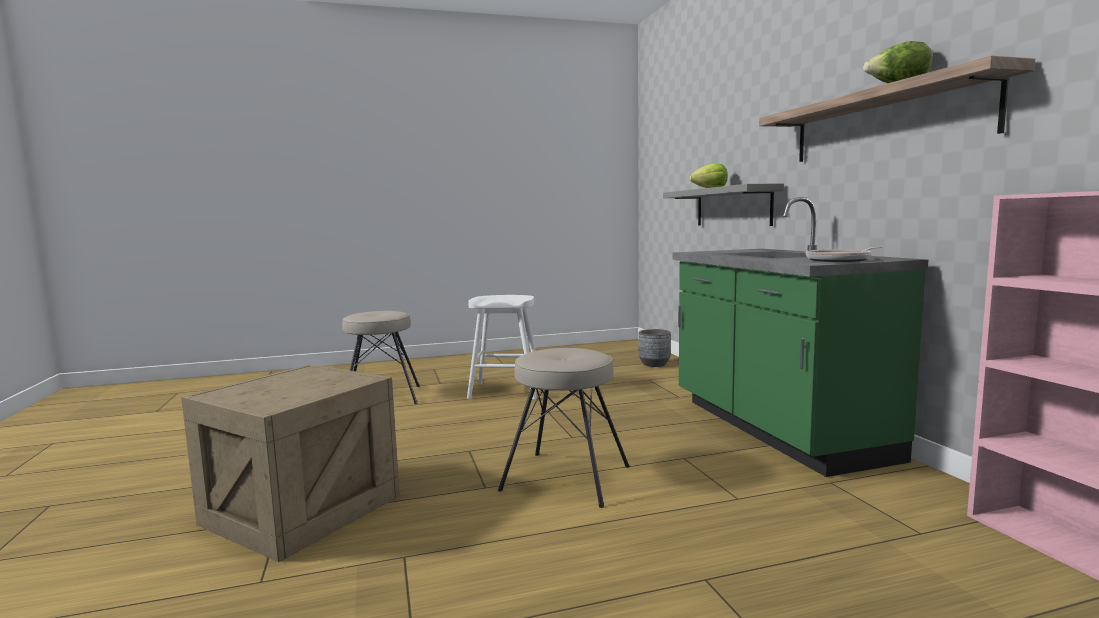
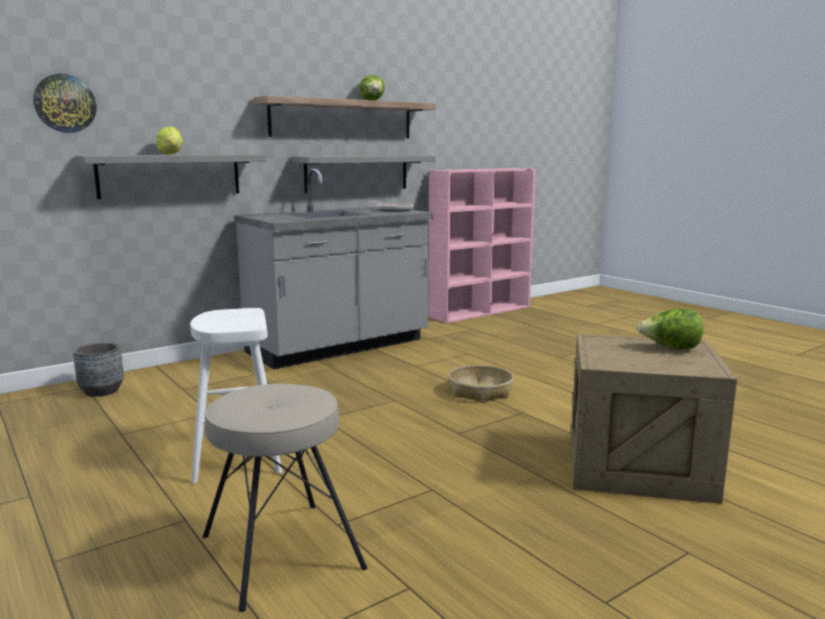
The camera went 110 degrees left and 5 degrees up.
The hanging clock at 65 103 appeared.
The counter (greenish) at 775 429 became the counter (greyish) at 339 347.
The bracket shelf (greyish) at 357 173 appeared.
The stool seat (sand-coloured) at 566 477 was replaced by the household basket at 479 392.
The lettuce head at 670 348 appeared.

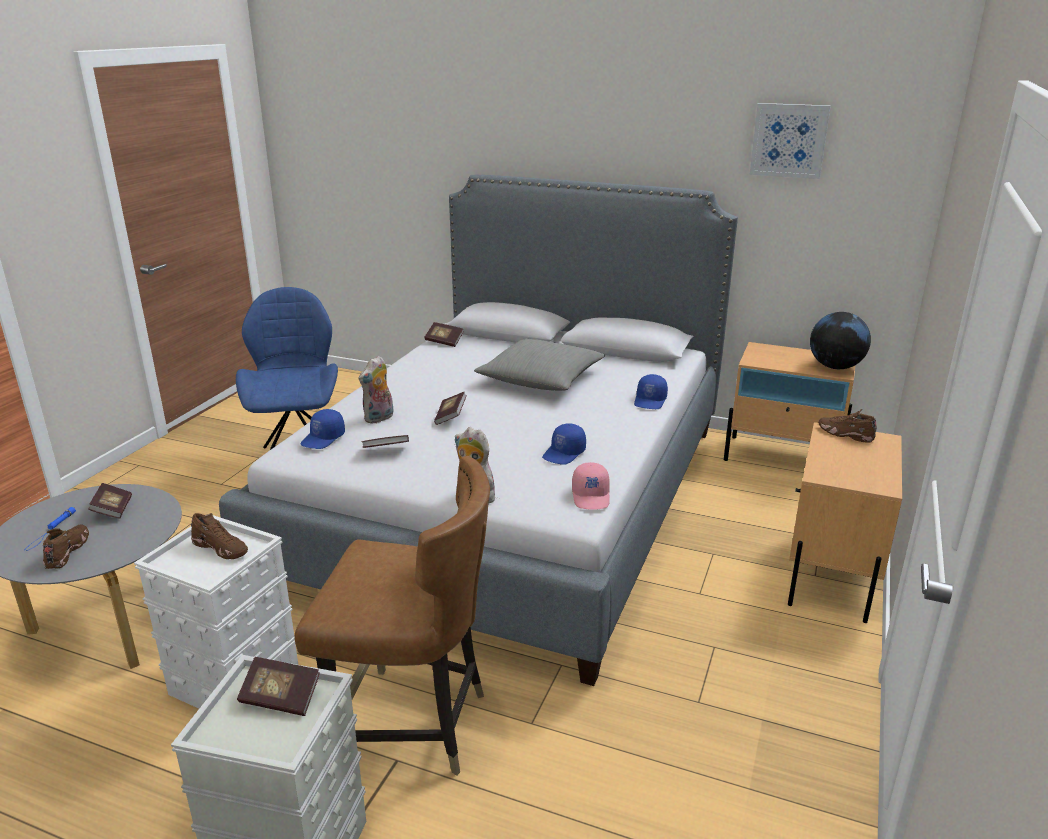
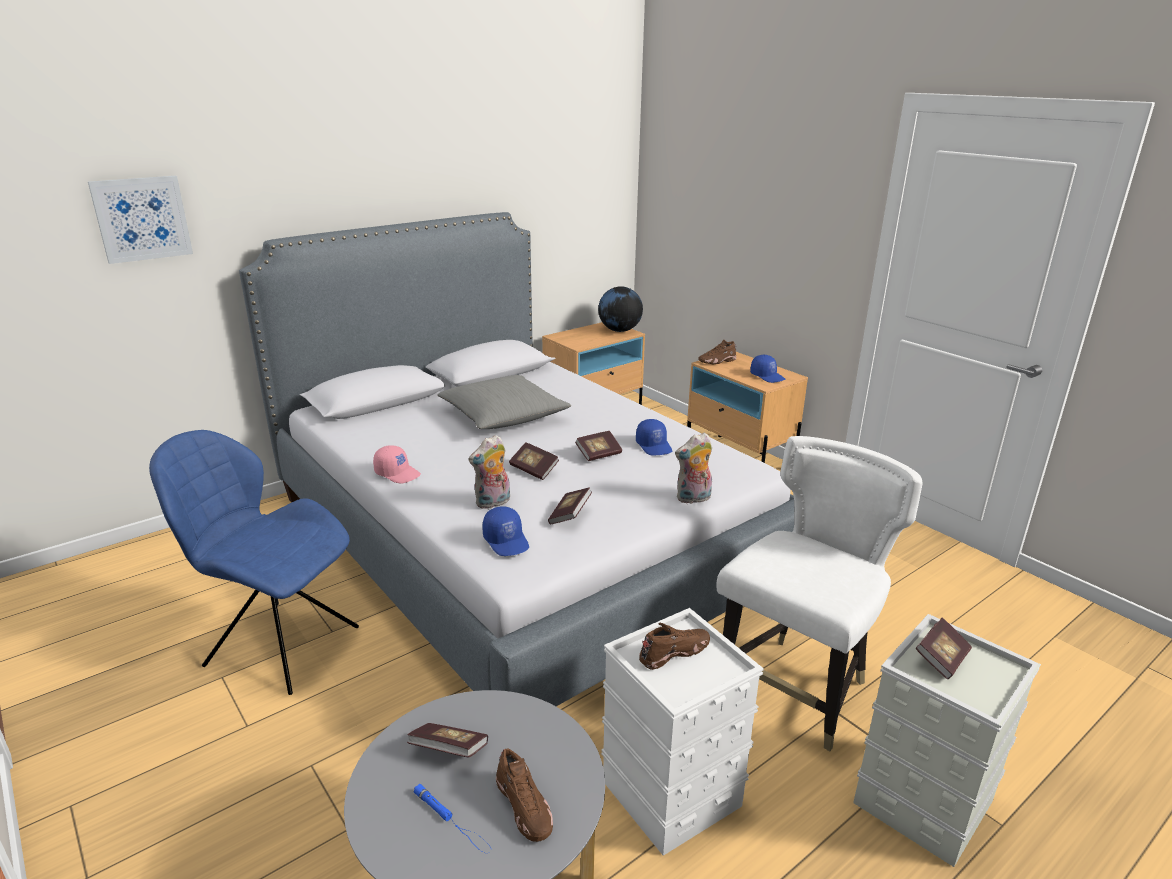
The camera went 60 degrees left and 0 degrees up.
The picture moved from 789 140 to 142 218.
The cap (pink-coloured) moved from 591 496 to 398 473.
The plush toy at 379 418 turned 75 degrees clockwise.
The low shoe (brown-coloured) at 67 551 turned 150 degrees counterclockwise.
The book moved from 444 342 to 598 454.
The upright chair (brown-coloured) at 411 724 became the upright chair (white-coloured) at 796 690.
The cap (blue-coloured) moved from 650 401 to 767 376.

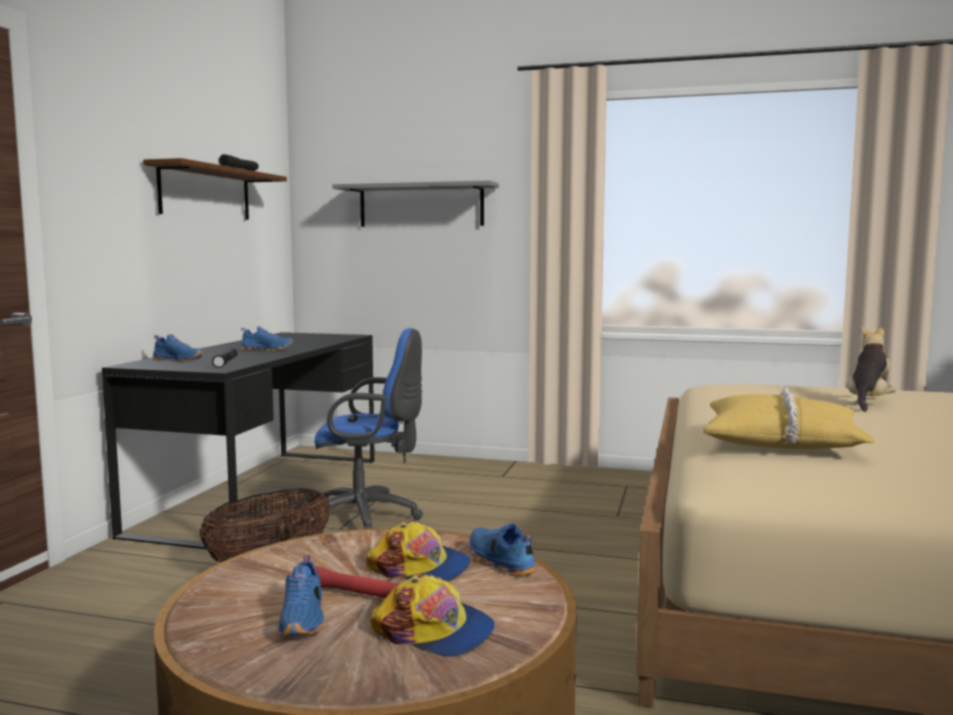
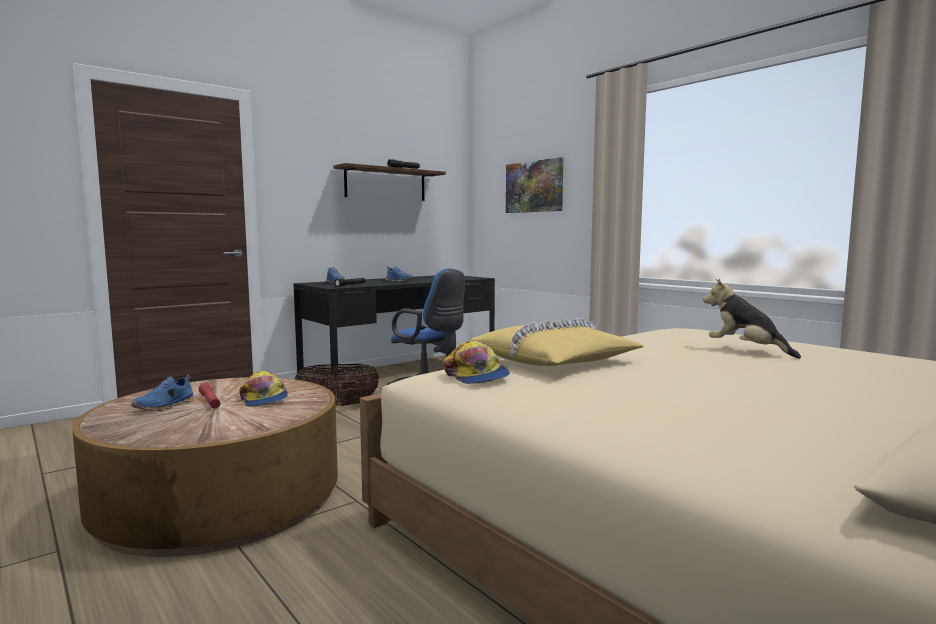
The camera went 35 degrees right and 0 degrees up.
The cap moved from 434 631 to 476 376.
The bracket shelf (greyish) at 421 205 was replaced by the picture at 534 186.
The plush toy at 868 402 turned 105 degrees counterclockwise.
The low shoe (blue-coloured) at 499 562 disappeared.

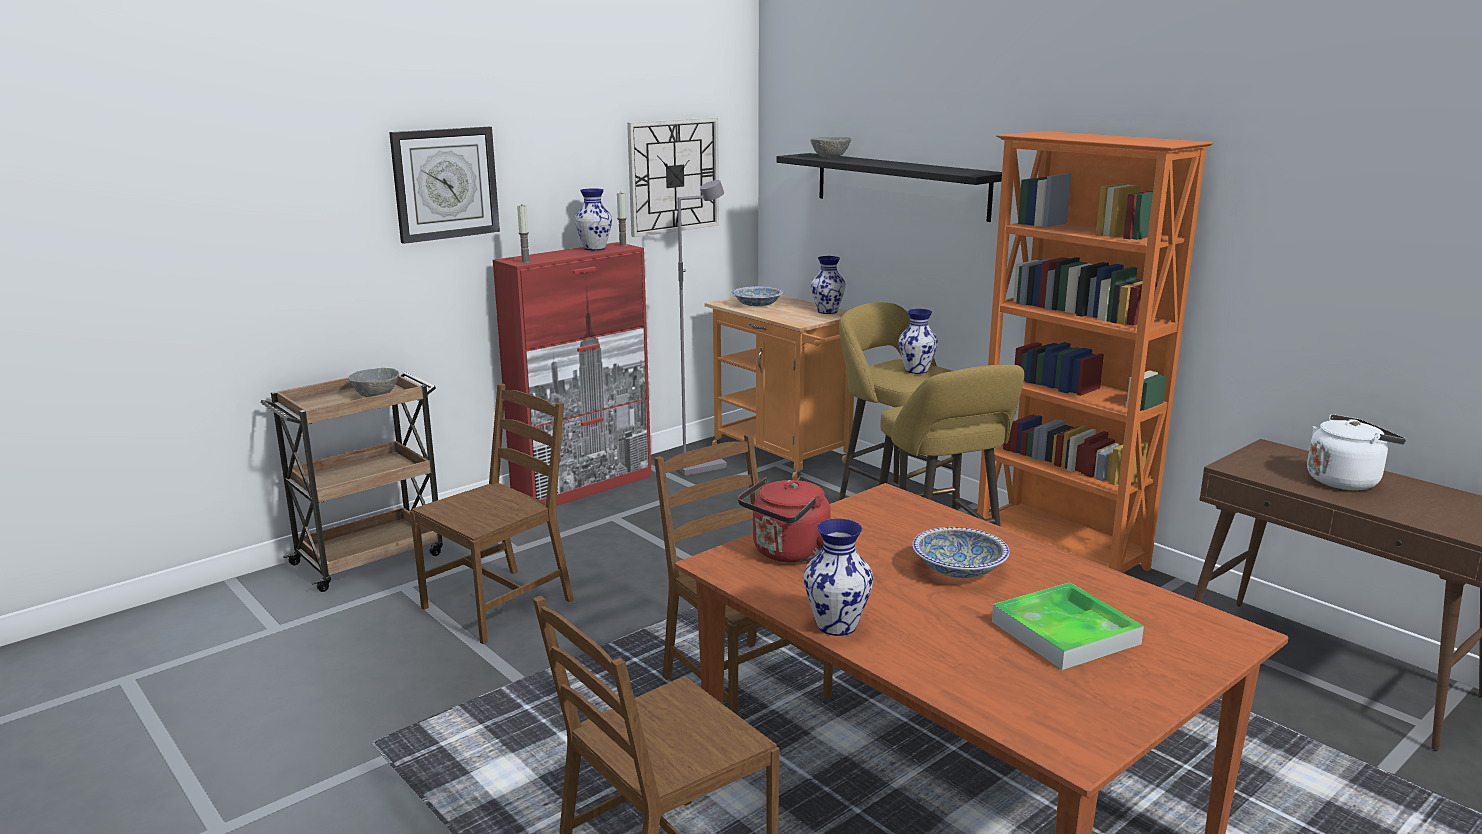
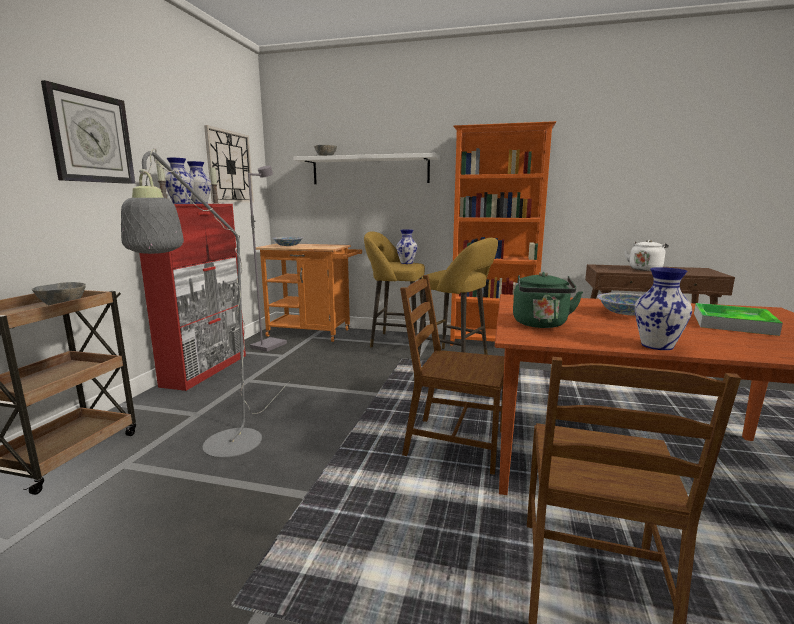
The camera went 35 degrees left and 5 degrees down.
The upright chair (brown-coloured) at 499 604 was replaced by the standing lamp (greyish) at 225 450.
The decorative vase moved from 828 311 to 182 203.
The bracket shelf (blackish) at 900 185 became the bracket shelf (white-coloured) at 370 170.
The tea kettle (red-coloured) at 788 553 became the tea kettle (greenish) at 541 324.

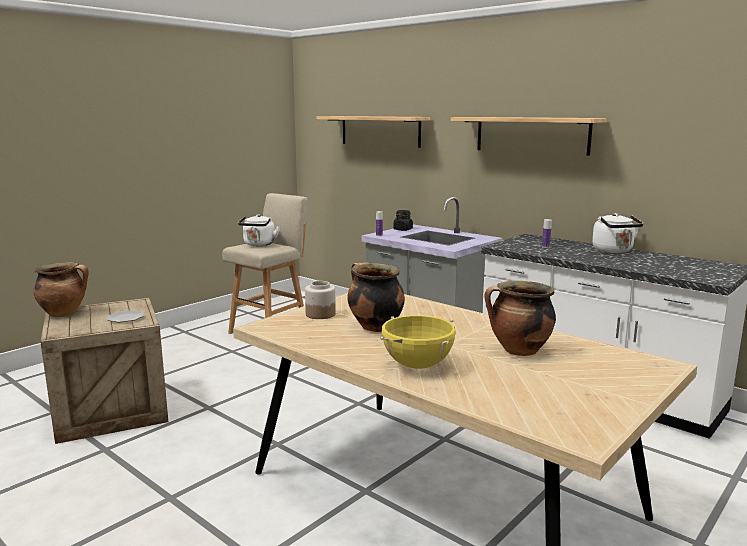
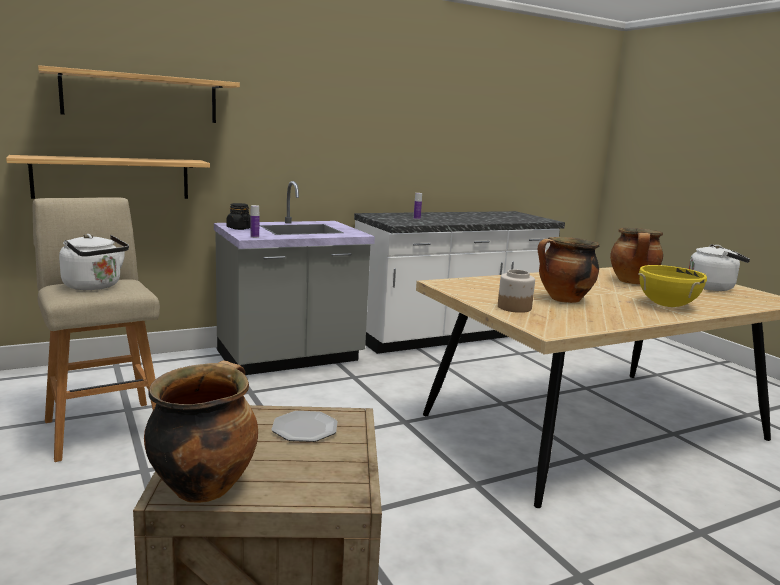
The camera went 70 degrees left and 0 degrees up.
The bracket shelf moved from 531 135 to 112 178.
The tea kettle (white-coloured) moved from 614 251 to 713 287.

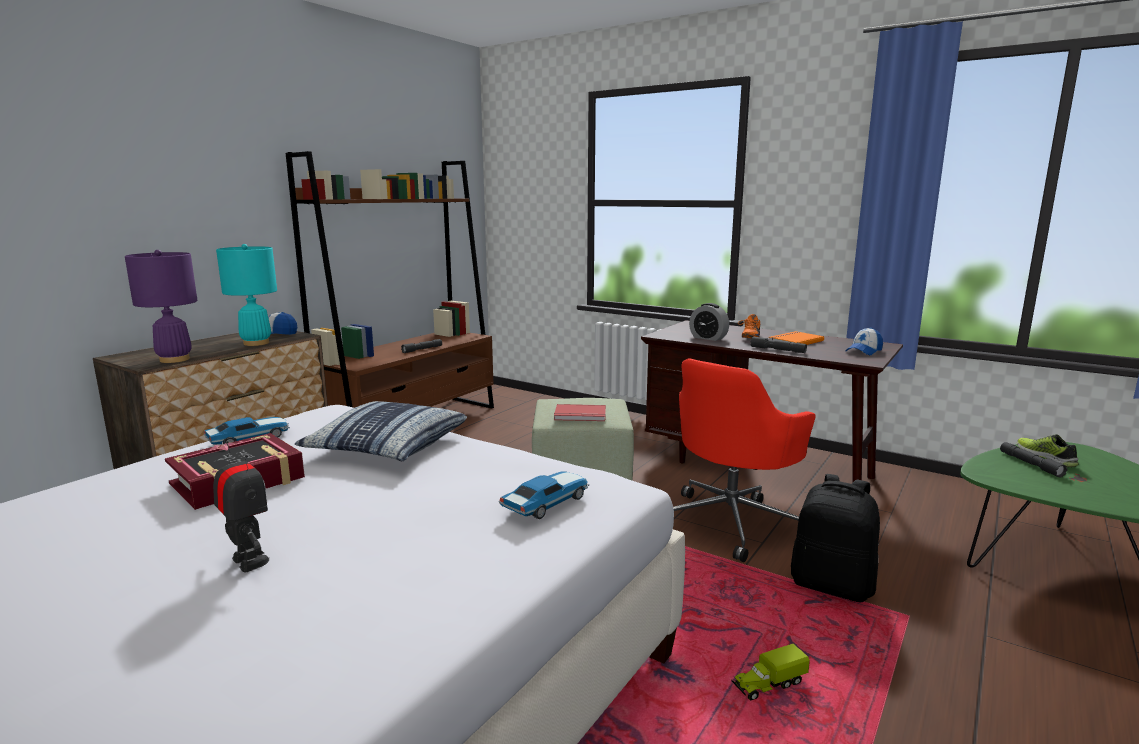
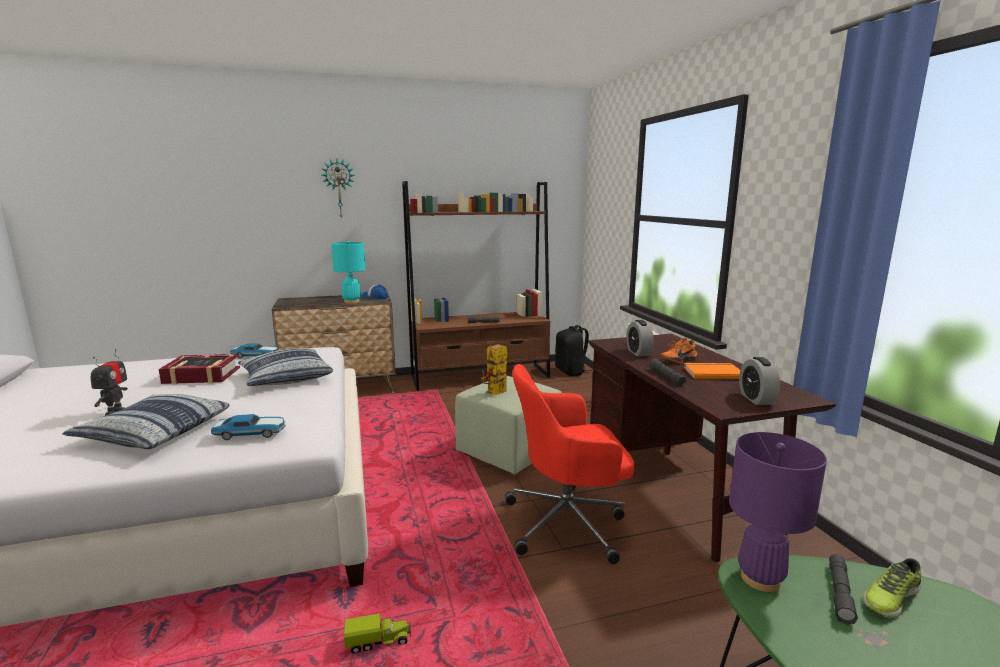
The camera went 40 degrees right and 0 degrees up.
The throw pillow at 154 432 appeared.
The hanging clock at 339 188 appeared.
The toy truck at 768 685 turned 150 degrees clockwise.
The book (red-coloured) at 580 415 was replaced by the model robot at 495 393.
The backpack (blackish) moved from 832 585 to 571 371.
The lamp for a table (purple-coloured) moved from 175 359 to 760 578.
The cap at 864 351 was replaced by the table clock at 756 399.
The low shoe at 1046 457 turned 150 degrees counterclockwise.

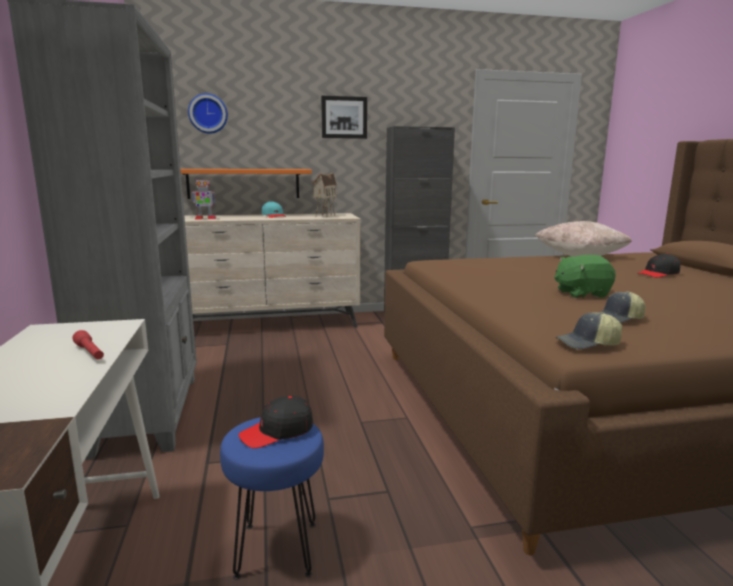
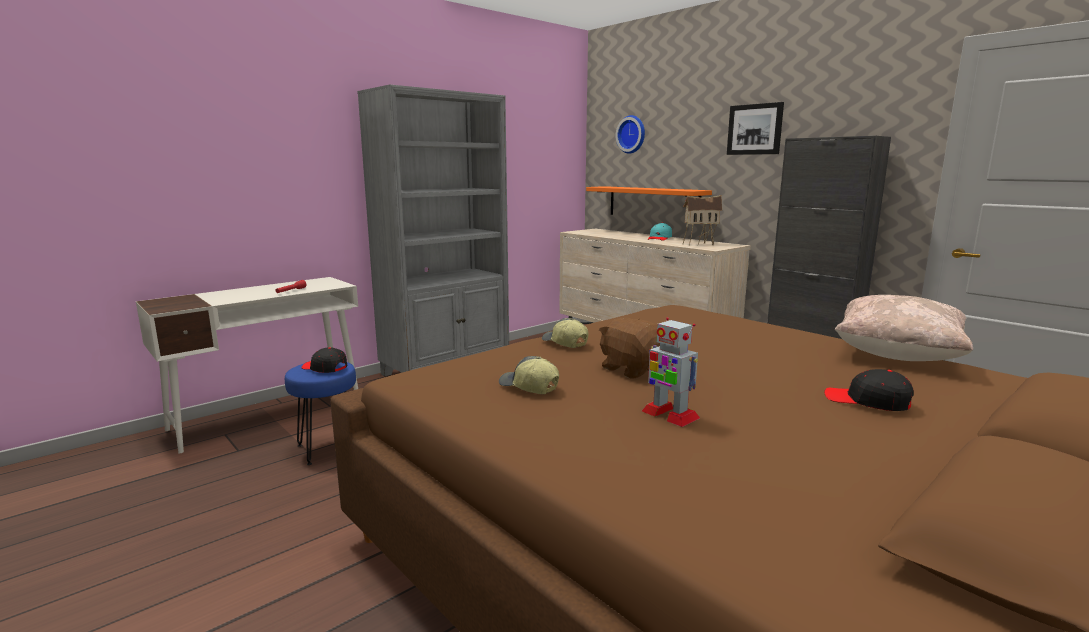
The camera went 60 degrees right and 0 degrees up.
The cap moved from 588 344 to 564 343.
The plush toy (greenish) at 581 294 became the plush toy (brown-coloured) at 633 369.
The model robot moved from 205 218 to 669 414.

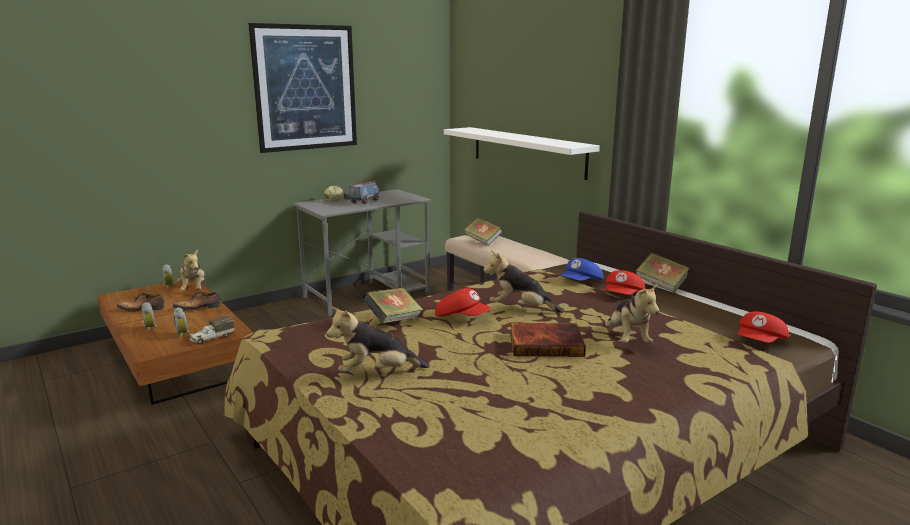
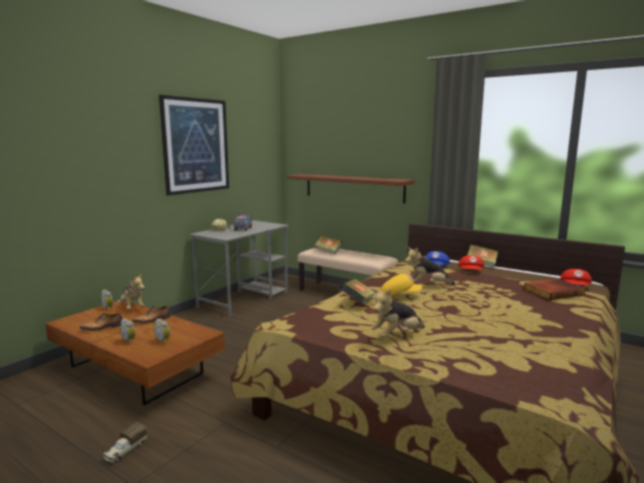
The camera went 20 degrees left and 5 degrees down.
The toy truck moved from 212 338 to 125 451.
The bracket shelf (white-coloured) at 527 151 became the bracket shelf (brown-coloured) at 353 187.
The cap (red-coloured) at 462 318 became the cap (yellow-coloured) at 400 295.
The book moved from 546 343 to 552 291.
The plush toy at 628 339 disappeared.

